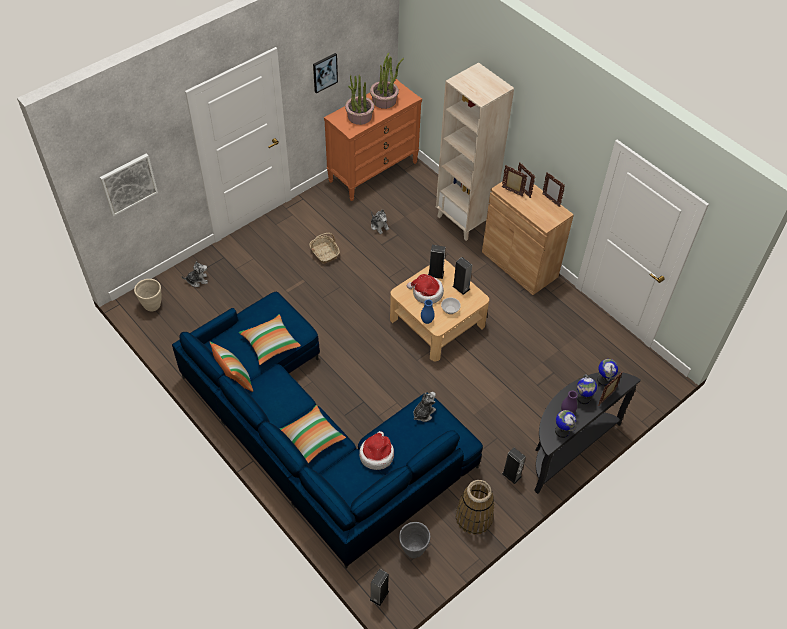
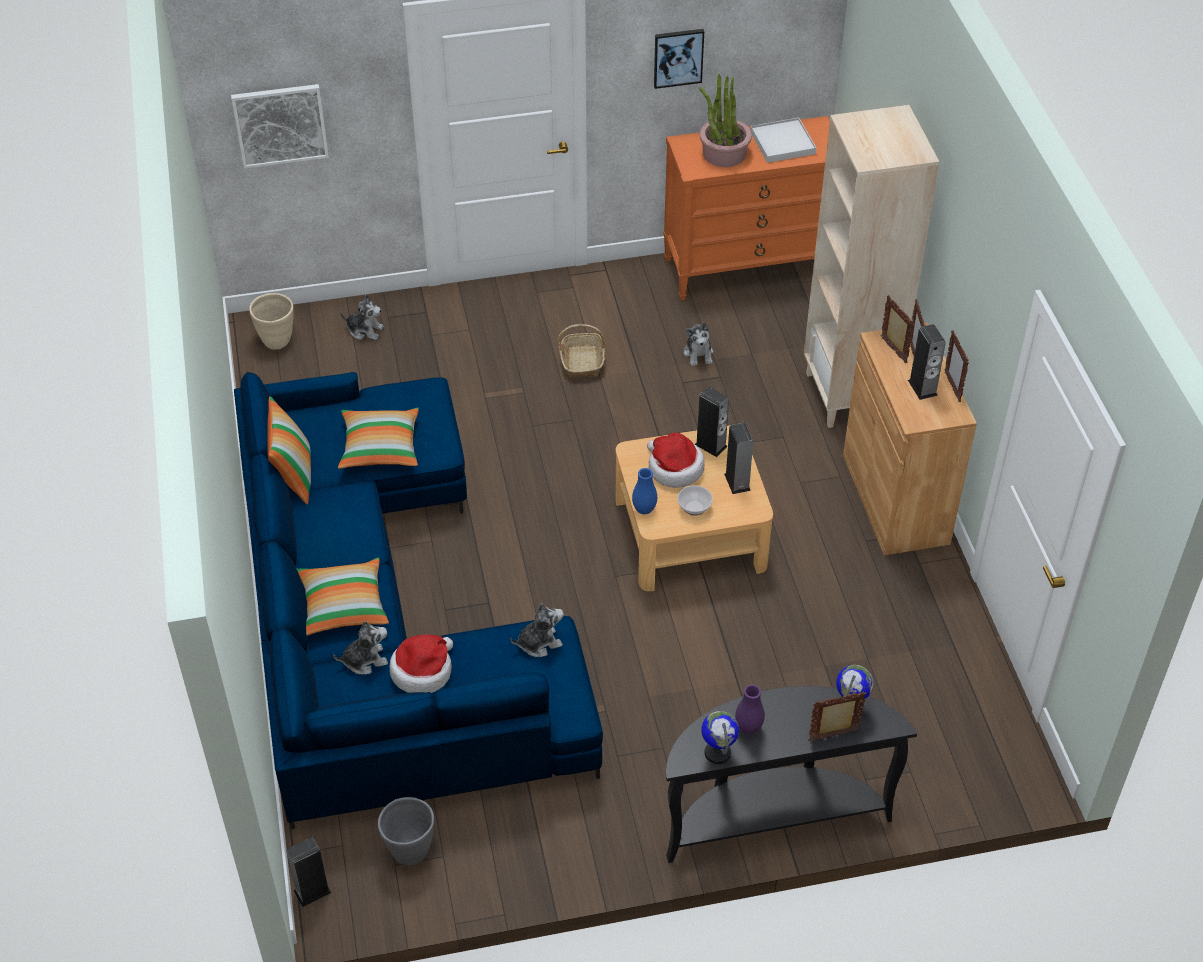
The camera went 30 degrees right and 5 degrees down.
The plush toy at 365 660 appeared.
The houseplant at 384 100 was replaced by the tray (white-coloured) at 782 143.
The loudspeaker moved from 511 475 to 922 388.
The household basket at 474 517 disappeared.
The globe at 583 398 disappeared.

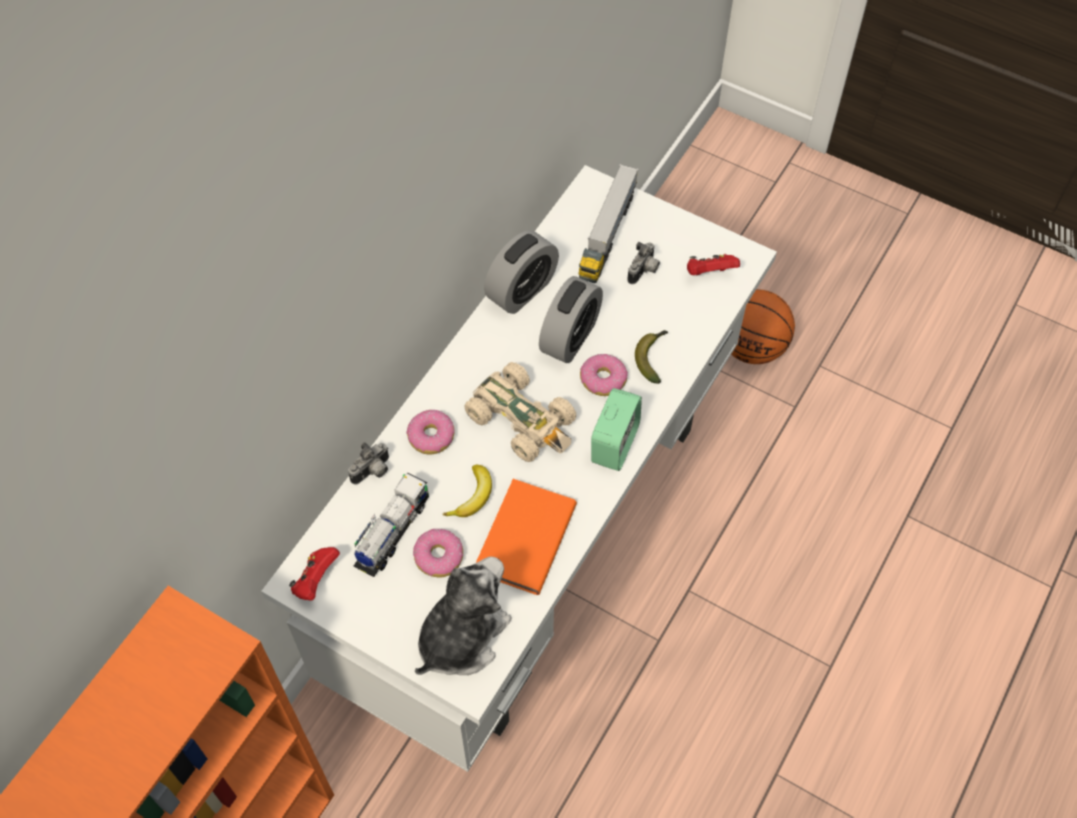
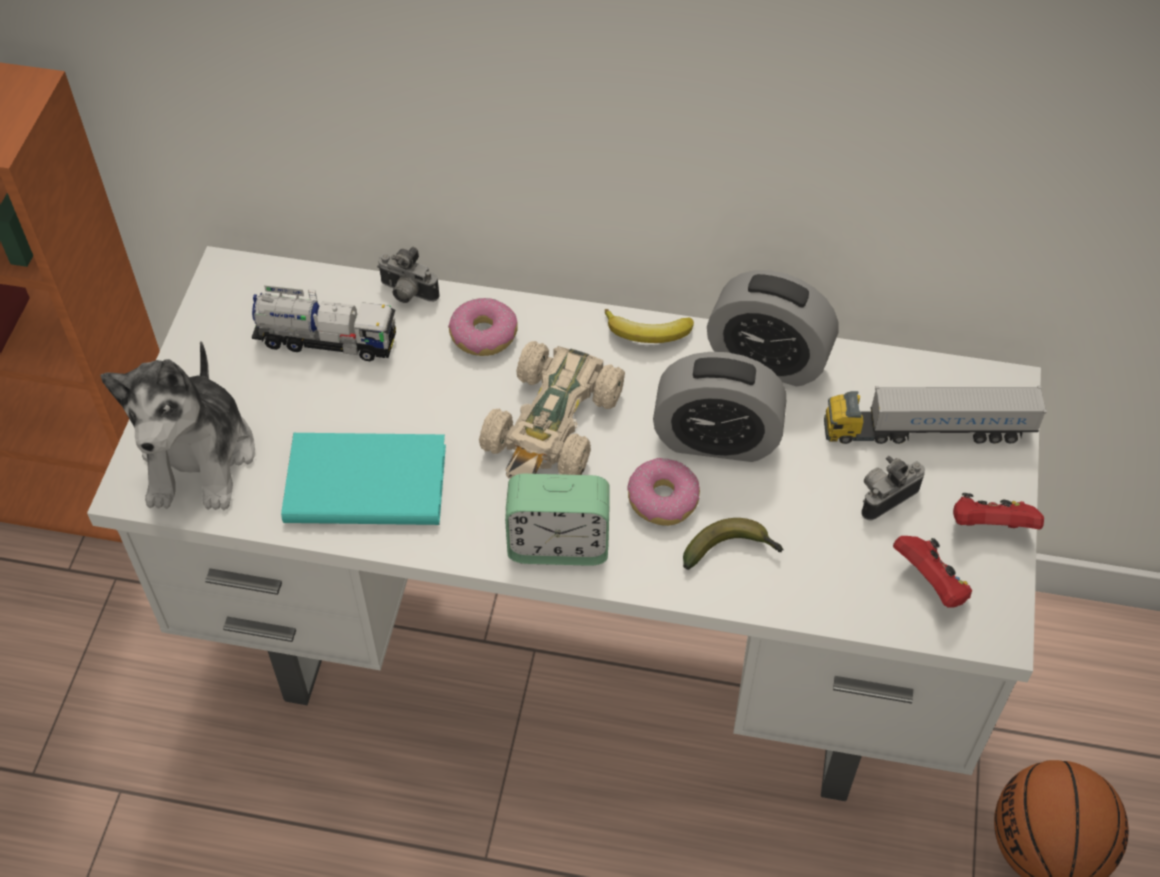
The camera went 70 degrees right and 5 degrees down.
The plush toy at 461 636 turned 75 degrees clockwise.
The book (orangey) at 522 539 became the book (turquoise-coloured) at 364 480.
The banana fruit moved from 473 496 to 647 334.
The still camera at 644 271 turned 135 degrees clockwise.
The gamepad (red-coloured) moved from 316 580 to 989 527.
The donut at 438 557 disappeared.

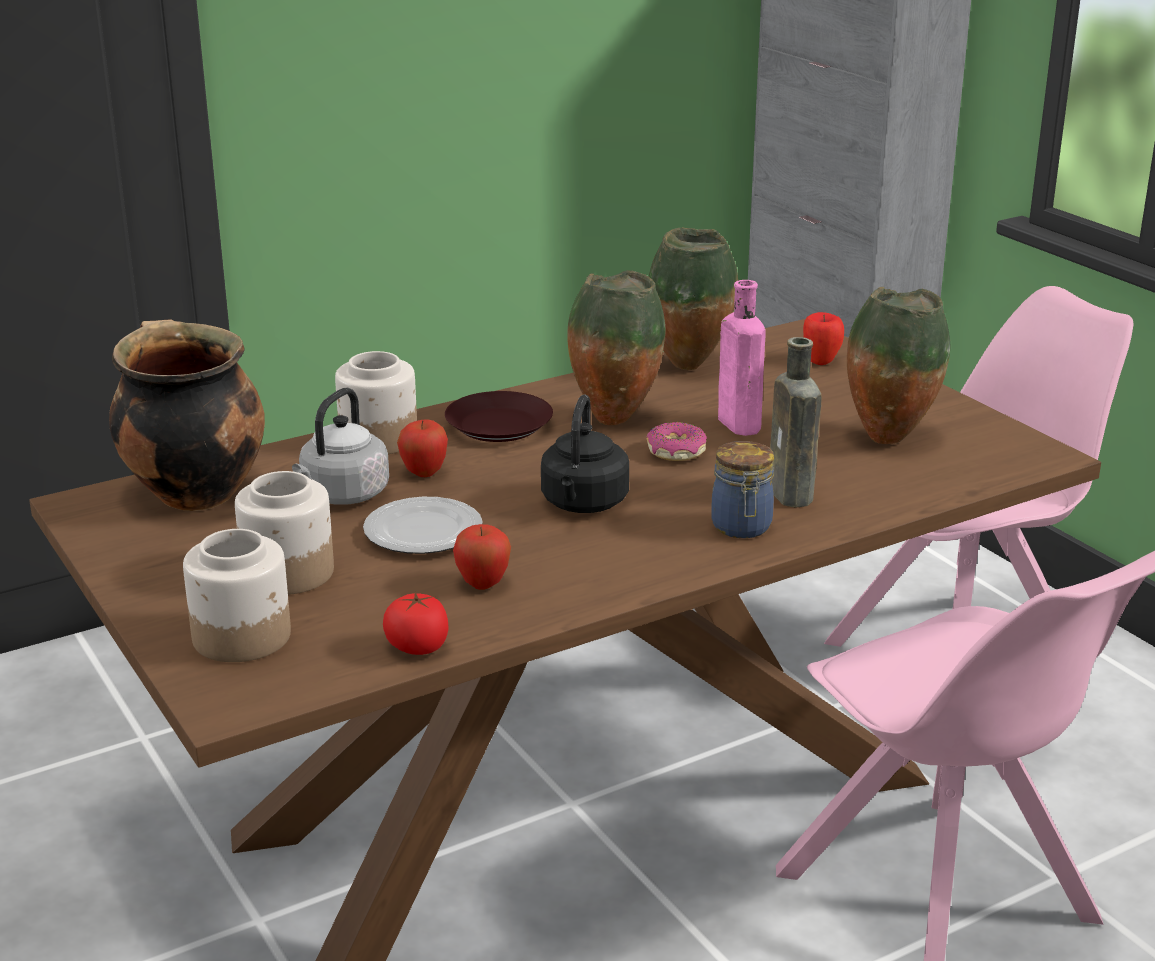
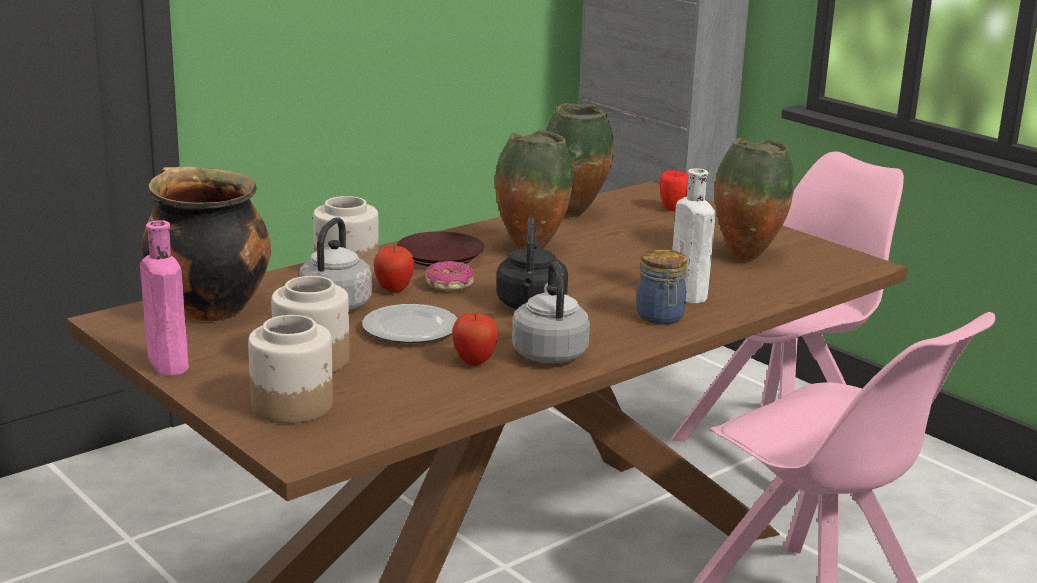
The camera went 10 degrees left and 5 degrees down.
The drink bottle (pink-coloured) moved from 737 423 to 166 363.
The donut moved from 675 452 to 449 285.
The tea kettle (greyish) at 549 352 appeared.
The drink bottle (brown-coloured) at 792 496 became the drink bottle (white-coloured) at 690 296.
The whole tomato at 417 647 disappeared.

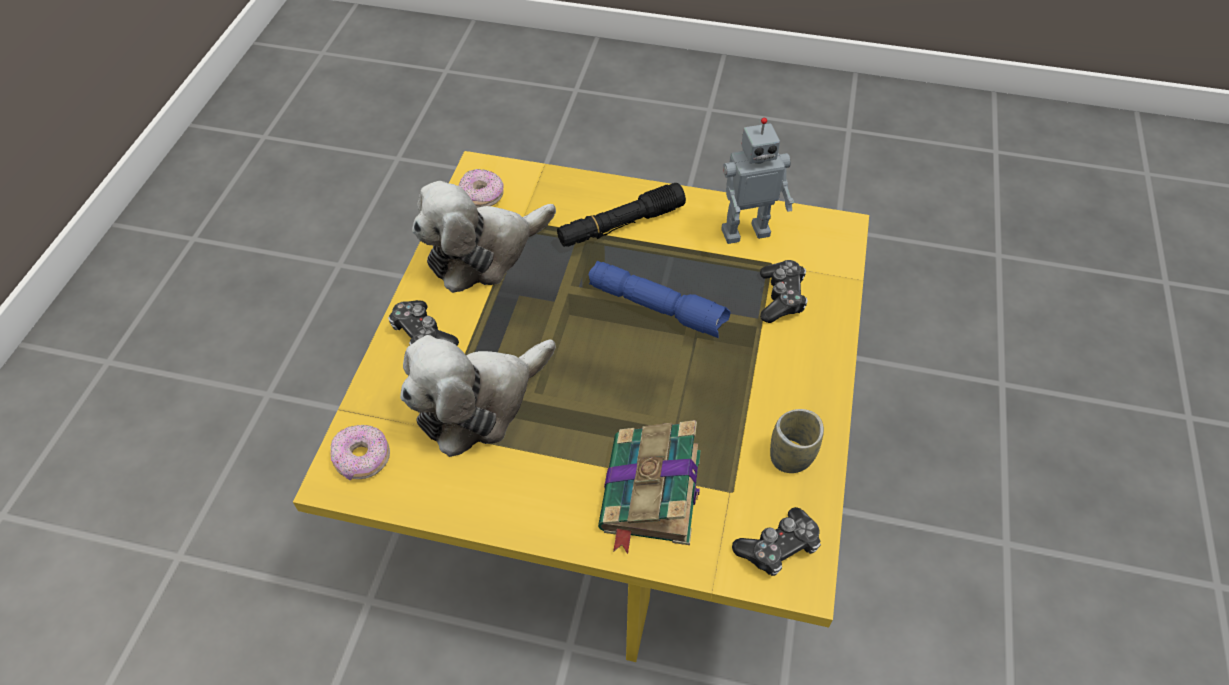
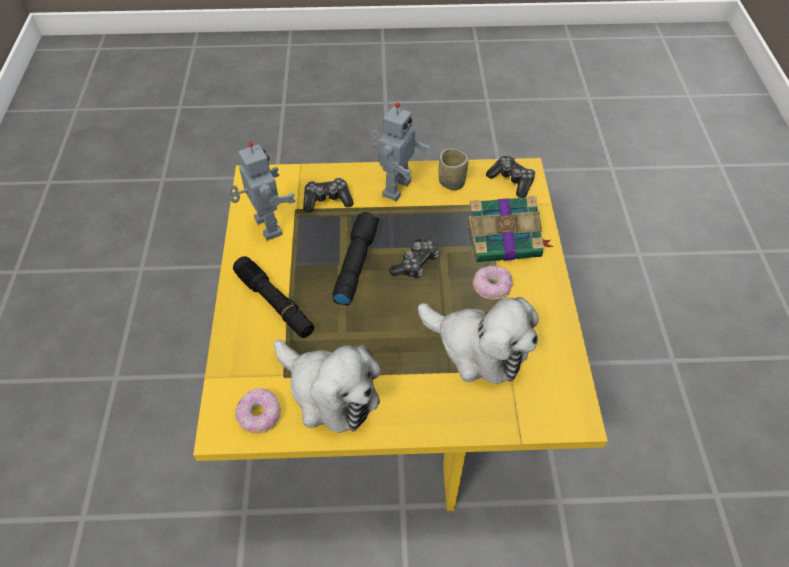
The camera went 105 degrees left and 0 degrees up.
The torch (blue-coloured) at 658 307 became the torch (blackish) at 355 263.
The model robot at 395 187 appeared.
The gamepad moved from 423 334 to 415 264.
The donut moved from 362 459 to 491 288.

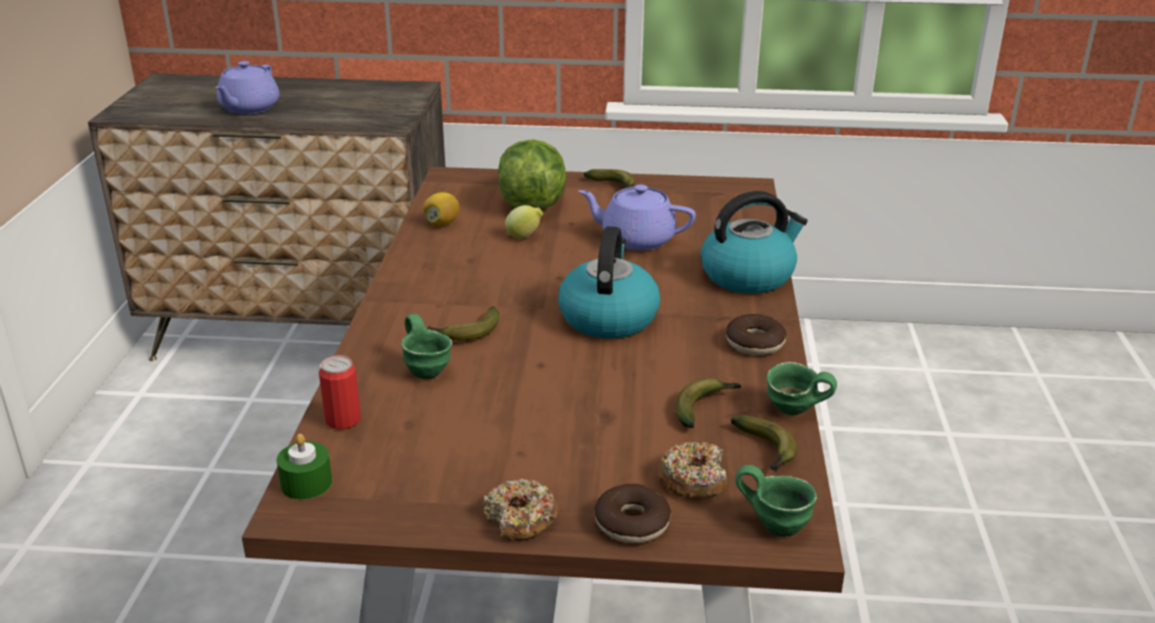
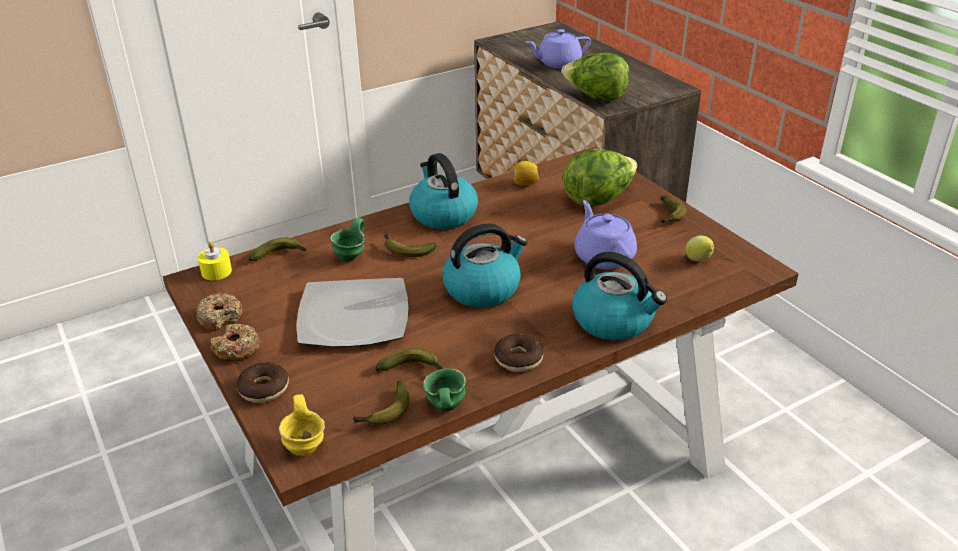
The camera went 55 degrees right and 5 degrees up.
The donut moved from 693 479 to 220 317.
The wax light (greenish) at 306 483 became the wax light (yellow-coloured) at 216 271.
The metal can at 343 420 was replaced by the banana fruit at 280 255.
The tea mug (greenish) at 775 524 became the tea mug (yellow-coloured) at 307 445.
The plate at 352 316 appeared.
The tea kettle at 443 214 appeared.
The lettuce head at 595 97 appeared.
The citrus fruit moved from 524 237 to 699 261.

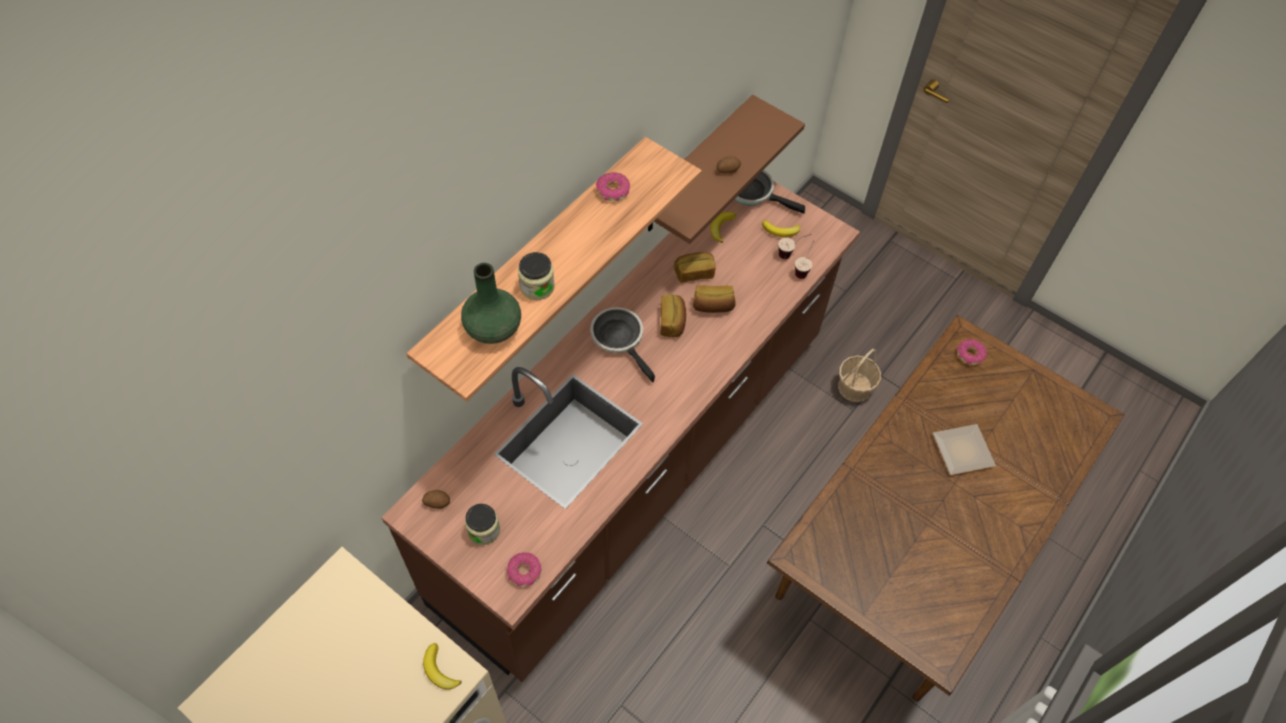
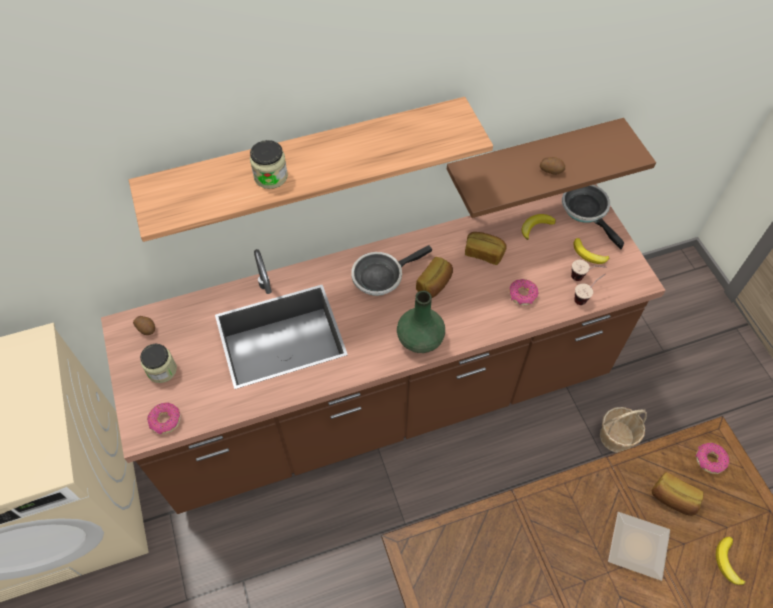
The camera went 35 degrees right and 0 degrees up.
The pan at 620 339 turned 120 degrees counterclockwise.
The decorative vase (greenish) moved from 492 327 to 420 338.
The donut moved from 613 191 to 522 295.
The bread moved from 713 306 to 672 499.
The banana fruit moved from 439 670 to 727 562.

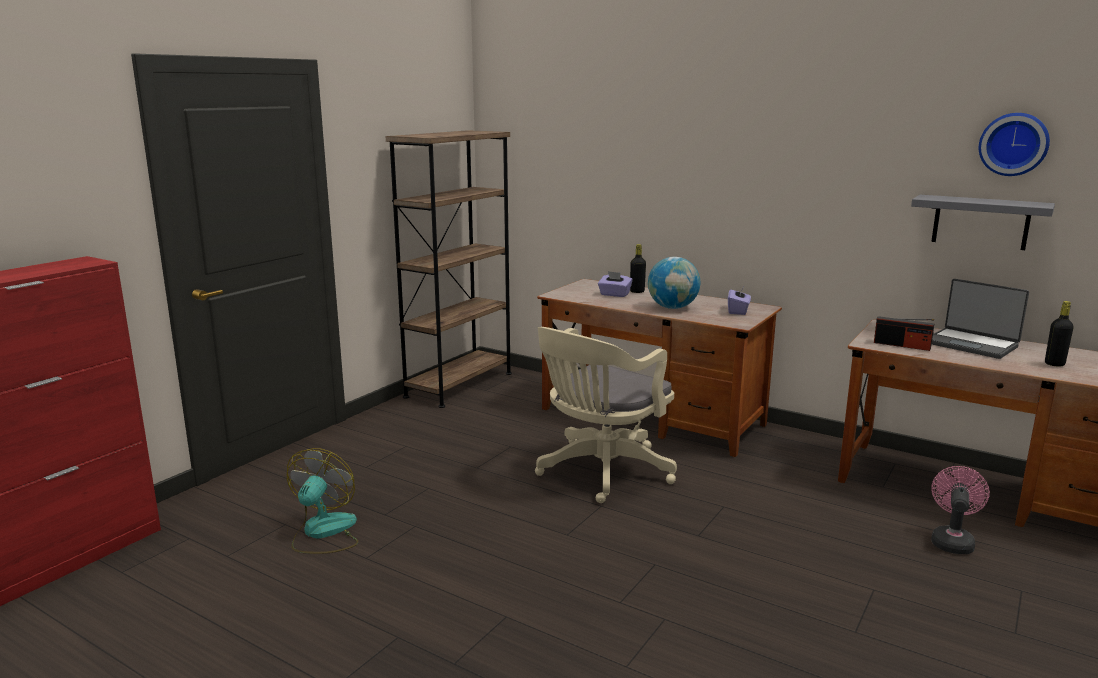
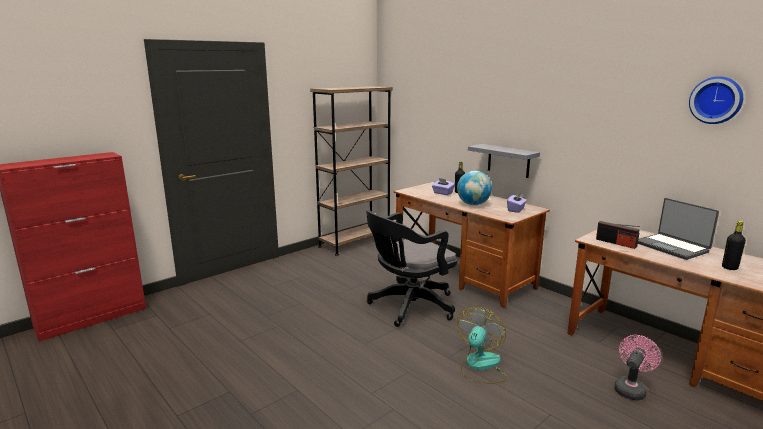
The camera went 15 degrees right and 0 degrees up.
The computer chair (sand-coloured) at 601 472 became the computer chair (blackish) at 408 307.
The electric fan moved from 323 533 to 480 366.
The bracket shelf (greyish) moved from 980 222 to 508 160.

